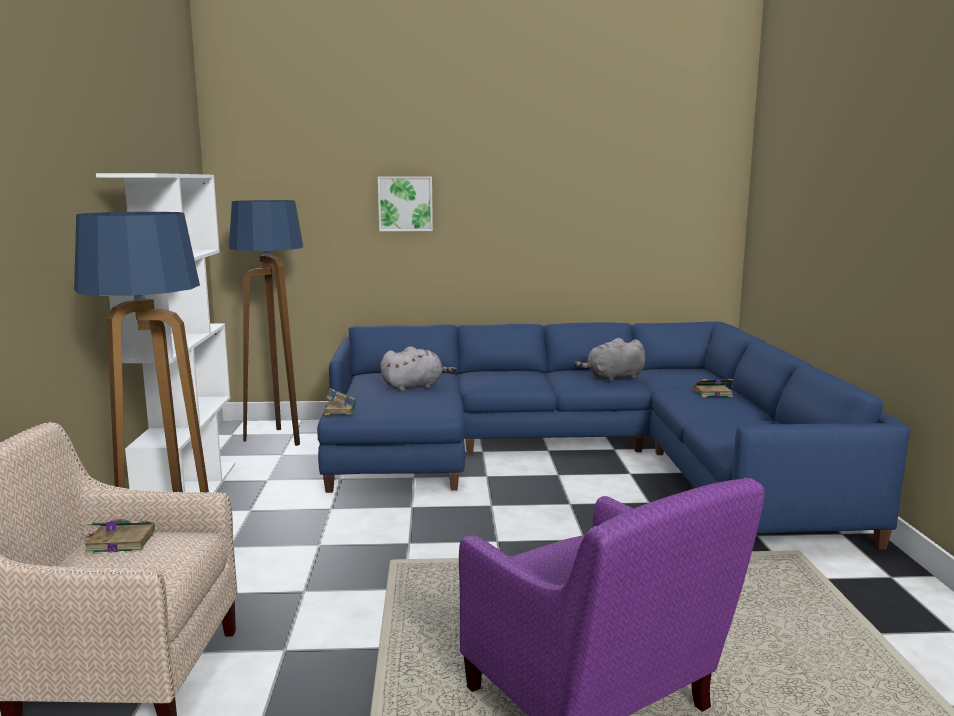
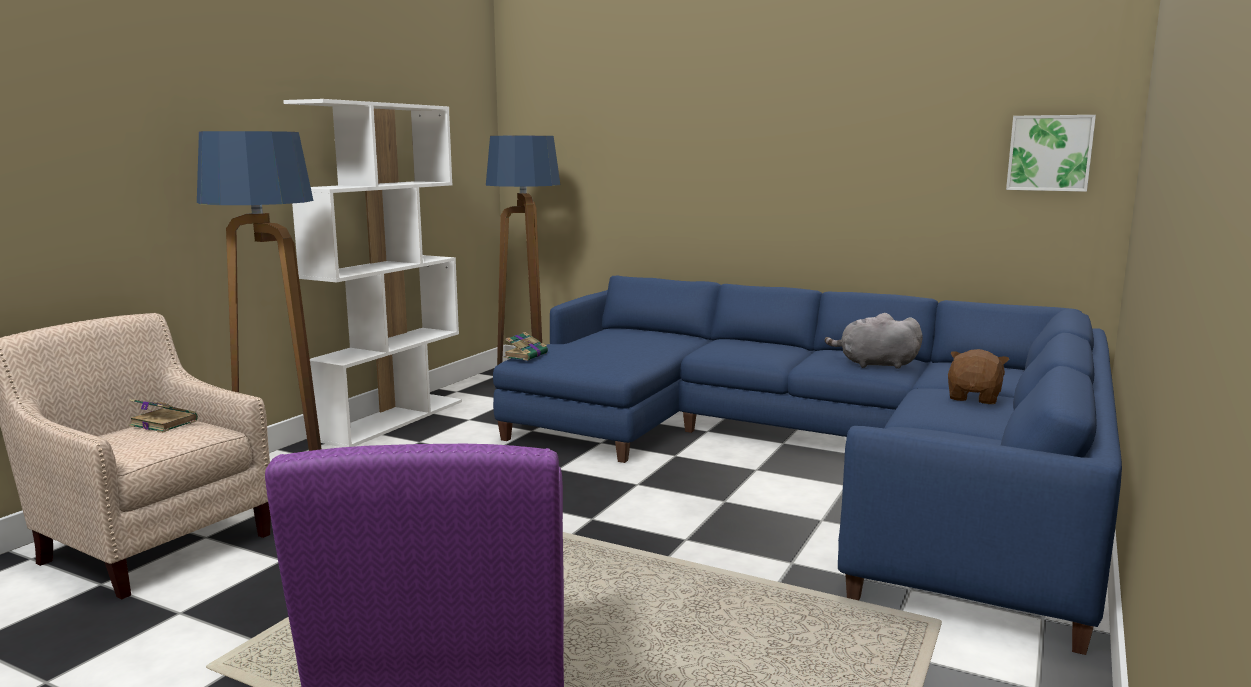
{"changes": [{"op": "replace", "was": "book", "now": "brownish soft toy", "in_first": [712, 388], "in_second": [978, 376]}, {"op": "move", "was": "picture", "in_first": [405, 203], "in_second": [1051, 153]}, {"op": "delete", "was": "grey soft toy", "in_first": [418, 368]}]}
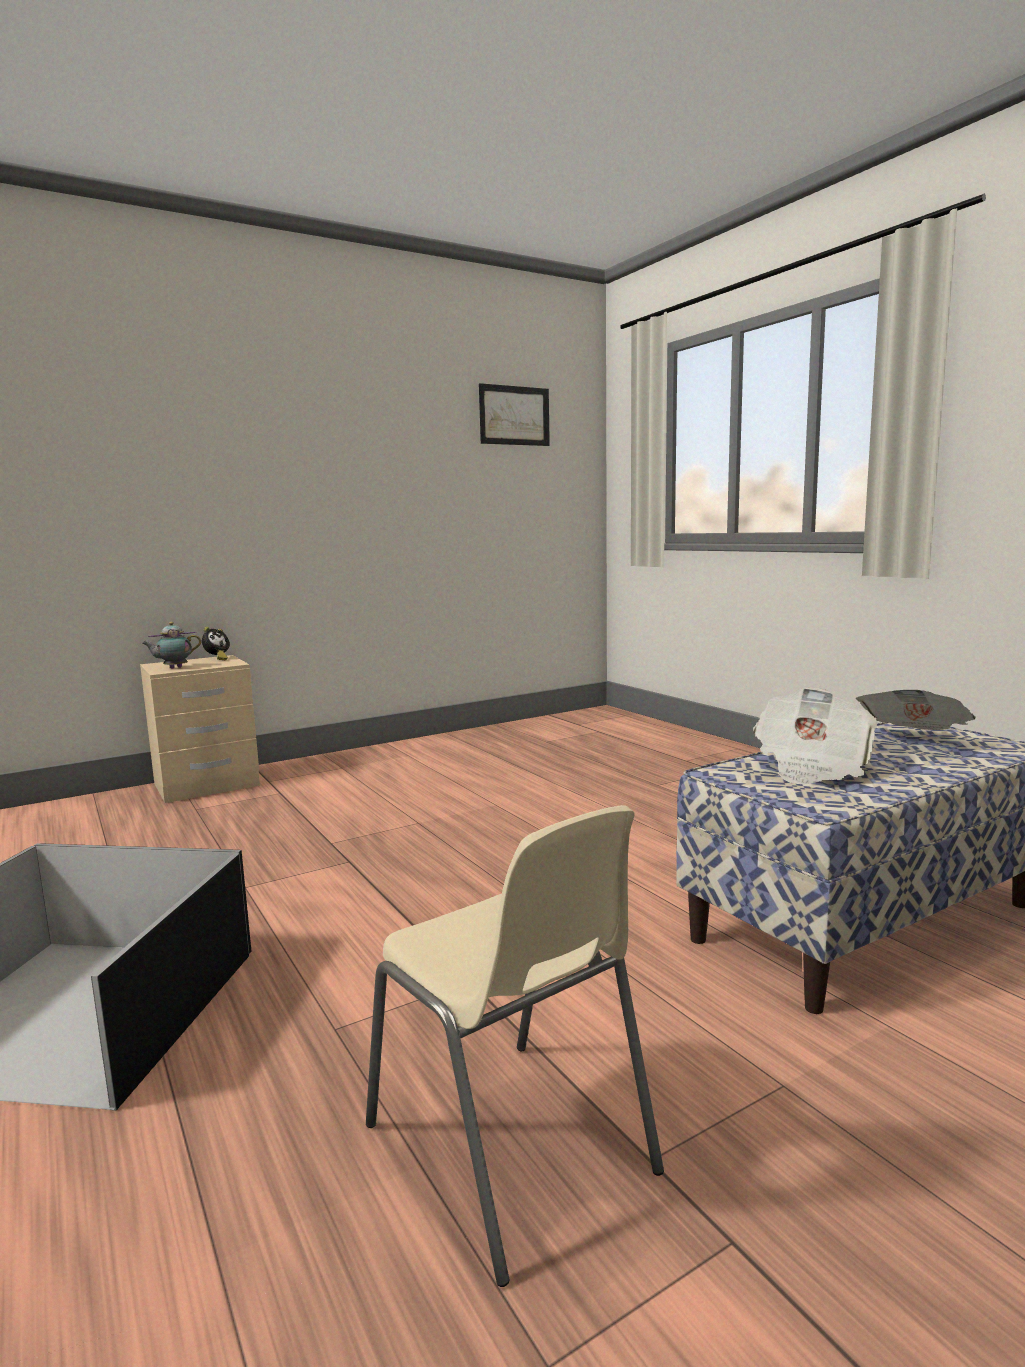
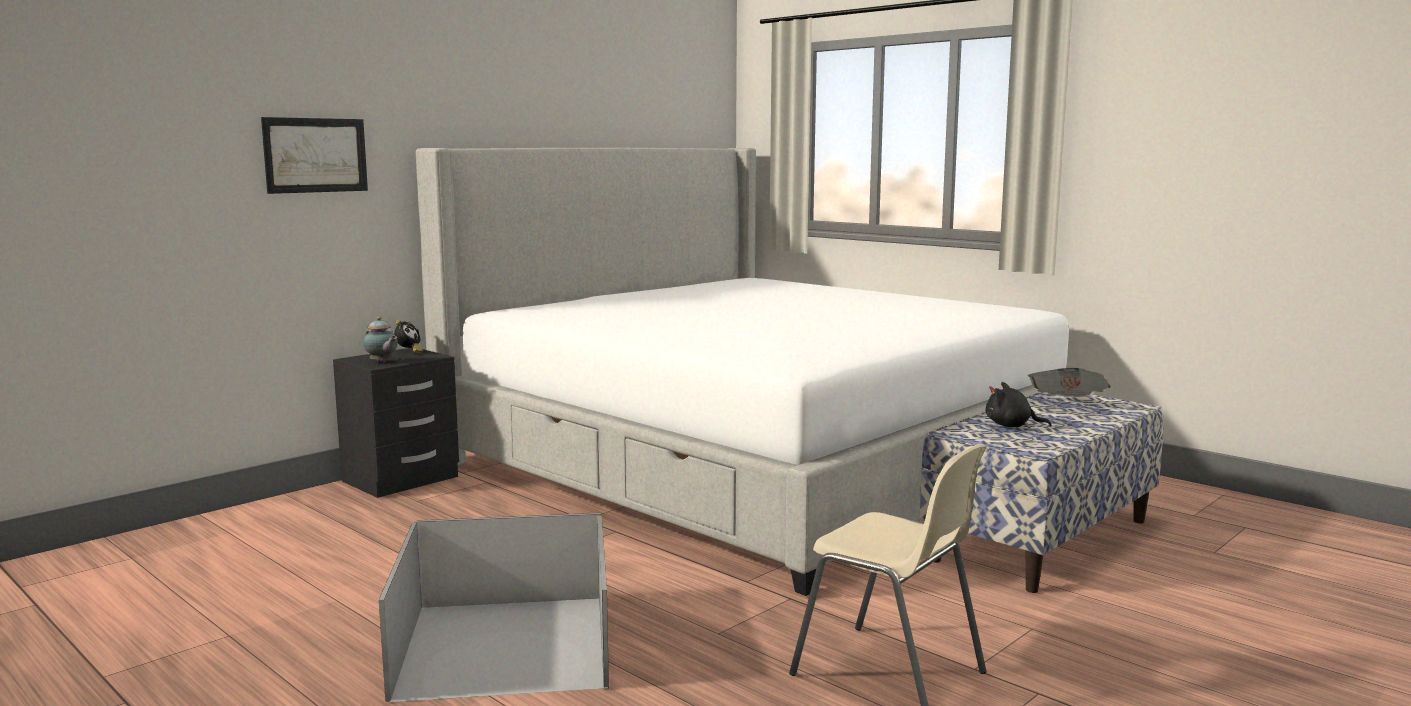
{"changes": [{"op": "move", "was": "picture", "in_first": [514, 414], "in_second": [314, 155]}, {"op": "recolor", "was": "beige-coloured bedside table", "now": "black bedside table", "in_first": [200, 729], "in_second": [396, 422]}, {"op": "rotate", "was": "teapot", "in_first": [171, 645], "in_second": [380, 340], "clockwise": -90}, {"op": "insert", "now": "sleeping bed", "in_second": [742, 372]}, {"op": "replace", "was": "daily paper", "now": "black soft toy", "in_first": [815, 735], "in_second": [1019, 405]}]}
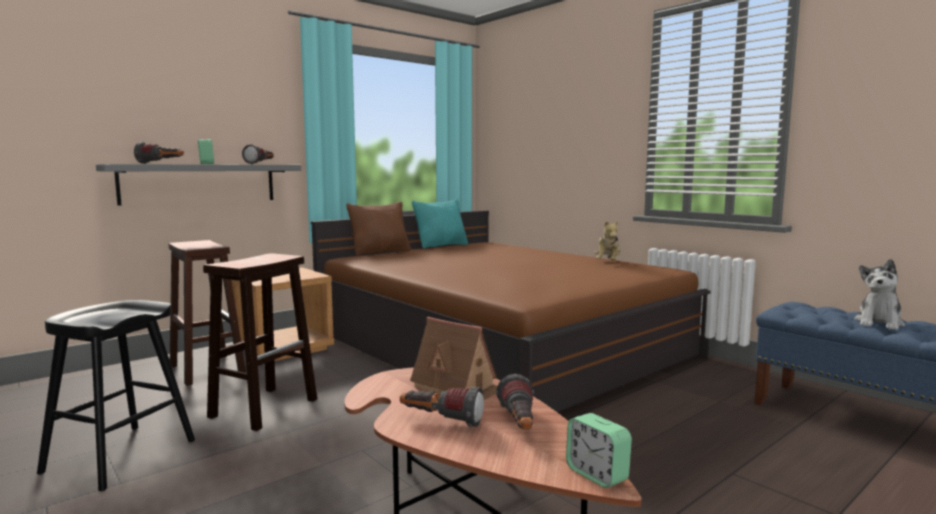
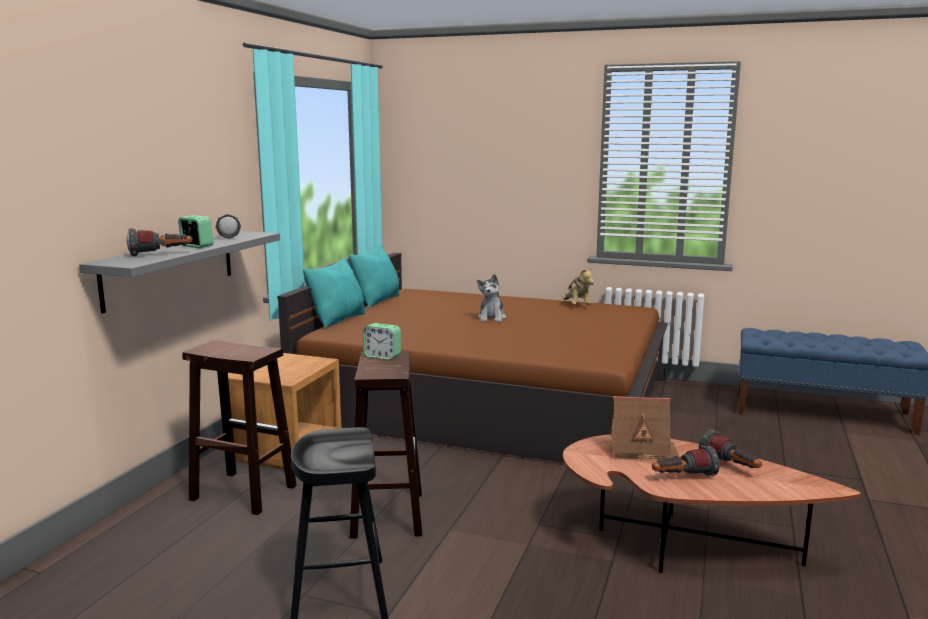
{"changes": [{"op": "recolor", "was": "brownish cushion", "now": "blue-green cushion", "in_first": [378, 228], "in_second": [334, 293]}, {"op": "move", "was": "alarm clock", "in_first": [599, 450], "in_second": [382, 341]}, {"op": "move", "was": "soft toy", "in_first": [879, 294], "in_second": [491, 298]}]}
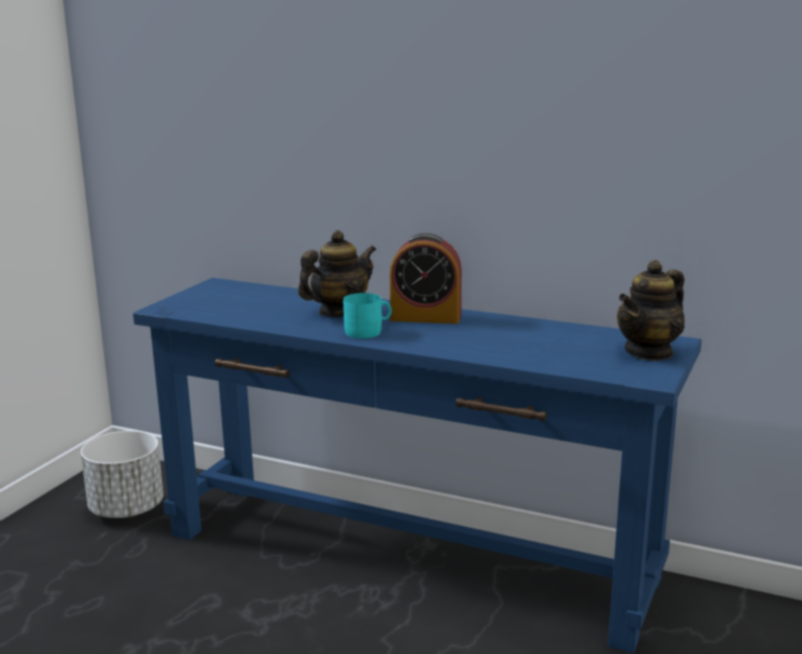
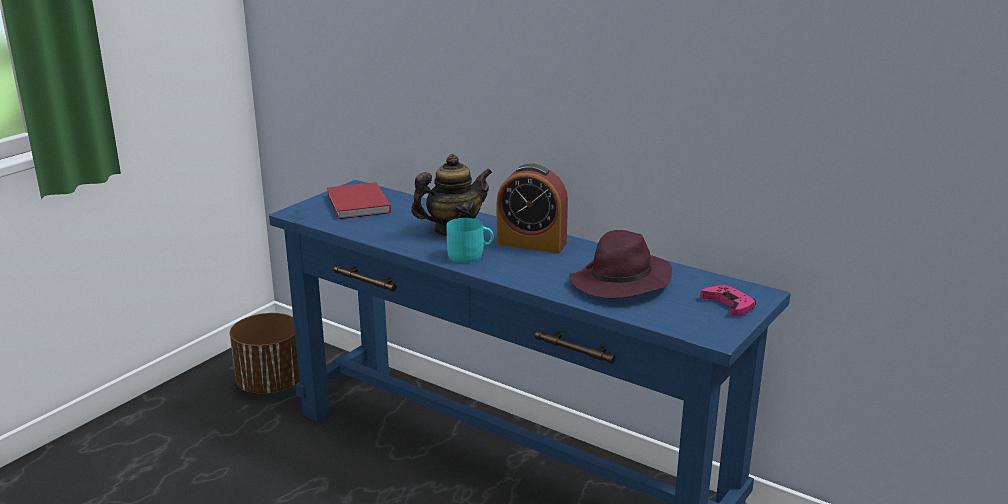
{"changes": [{"op": "recolor", "was": "whitish flower pot", "now": "brownish flower pot", "in_first": [122, 474], "in_second": [265, 353]}, {"op": "insert", "now": "reddish book", "in_second": [359, 200]}, {"op": "insert", "now": "purple hat", "in_second": [620, 264]}, {"op": "replace", "was": "teapot", "now": "pink-coloured gamepad", "in_first": [651, 310], "in_second": [728, 300]}]}
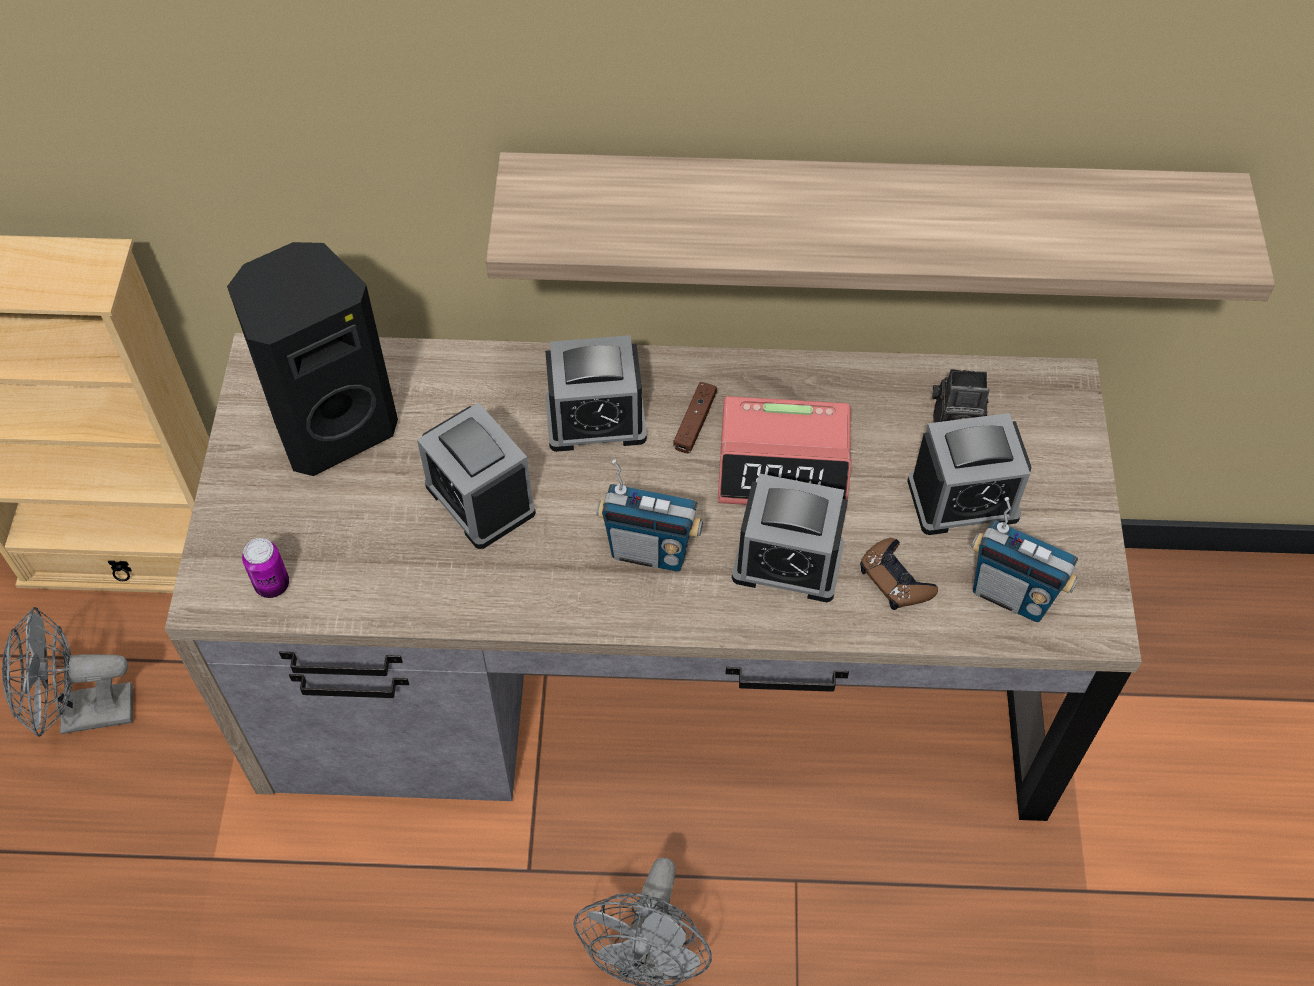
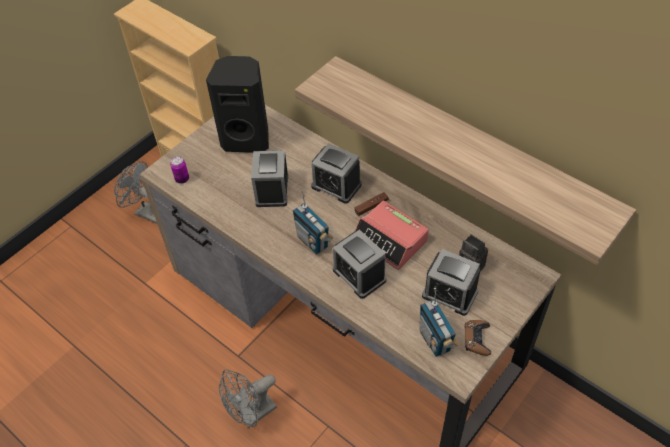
{"changes": [{"op": "move", "was": "brownish gamepad", "in_first": [899, 574], "in_second": [478, 338]}]}
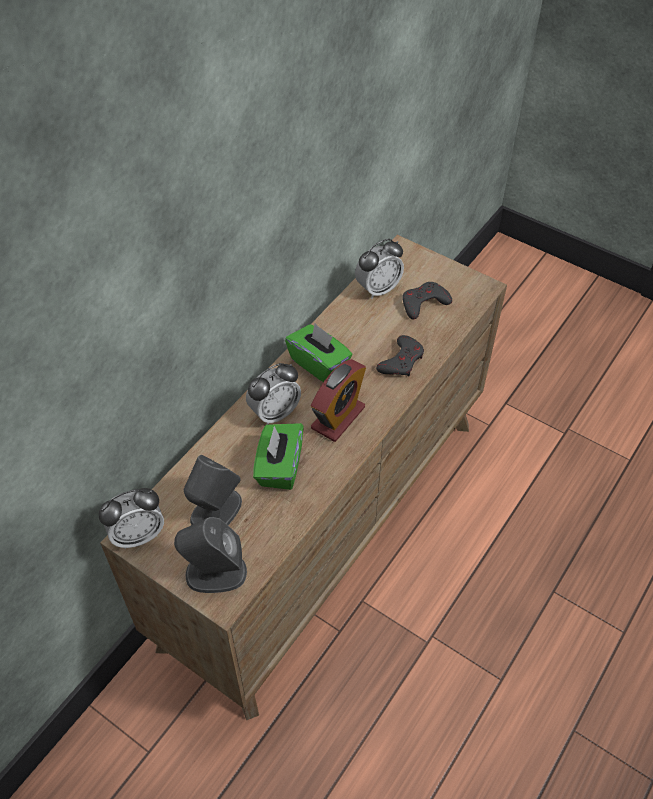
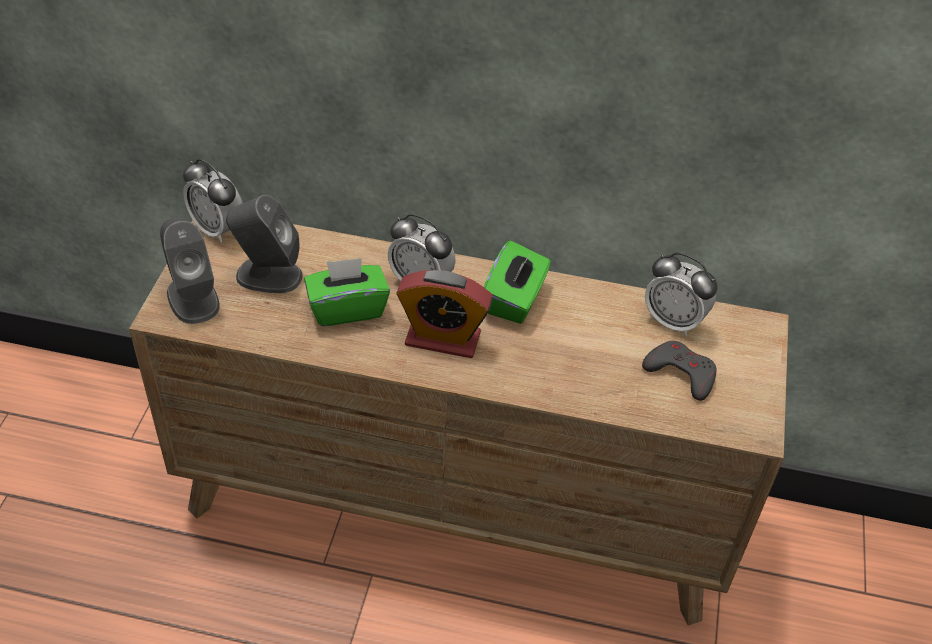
{"changes": [{"op": "delete", "was": "grey gamepad", "in_first": [400, 355]}]}
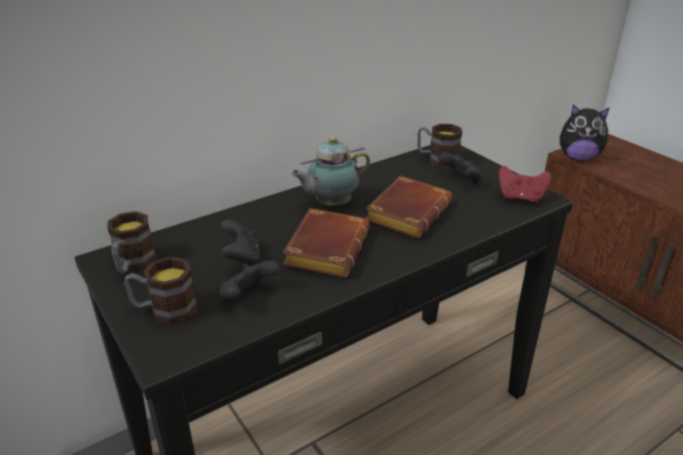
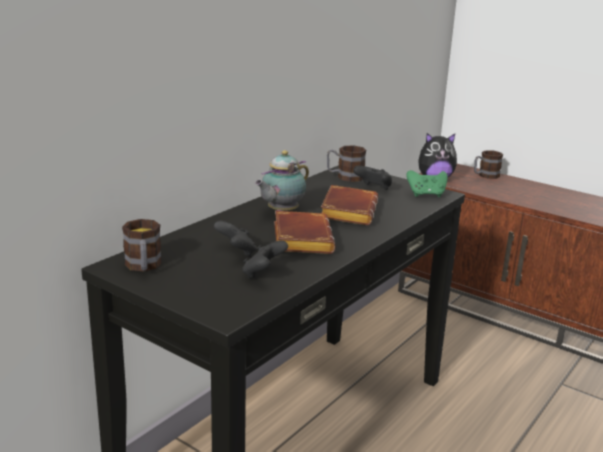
{"changes": [{"op": "recolor", "was": "reddish gamepad", "now": "greenish gamepad", "in_first": [525, 185], "in_second": [427, 183]}, {"op": "move", "was": "tea mug", "in_first": [161, 291], "in_second": [488, 164]}]}
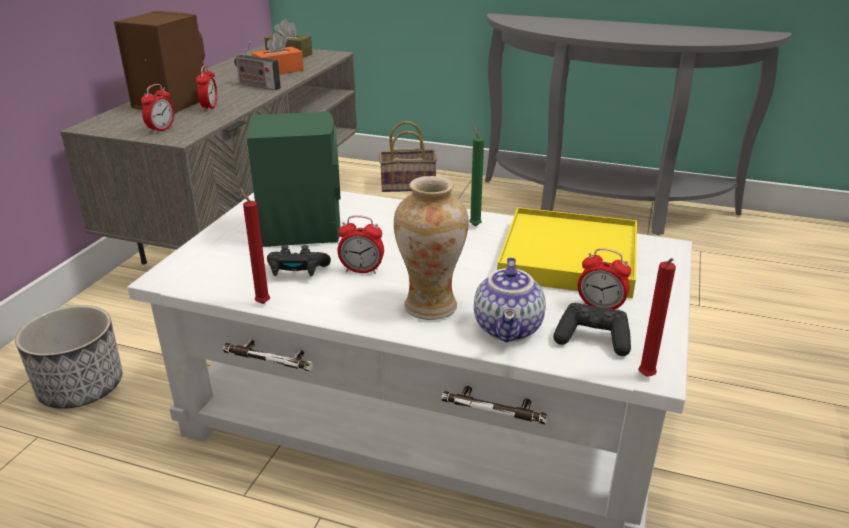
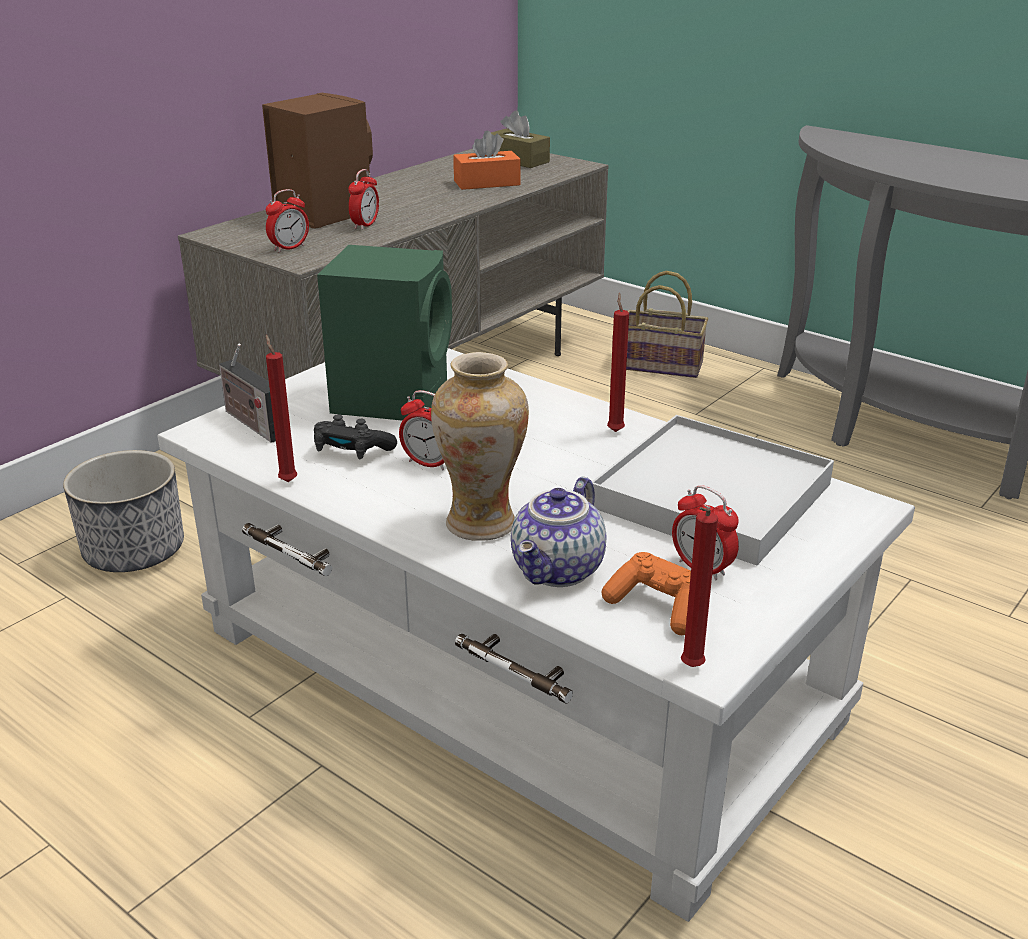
{"changes": [{"op": "move", "was": "radio", "in_first": [257, 66], "in_second": [247, 393]}, {"op": "recolor", "was": "yellow-coloured serving tray", "now": "whitish serving tray", "in_first": [567, 252], "in_second": [713, 490]}, {"op": "recolor", "was": "black gamepad", "now": "orange gamepad", "in_first": [592, 329], "in_second": [646, 593]}, {"op": "recolor", "was": "greenish candle", "now": "reddish candle", "in_first": [476, 175], "in_second": [618, 362]}]}
